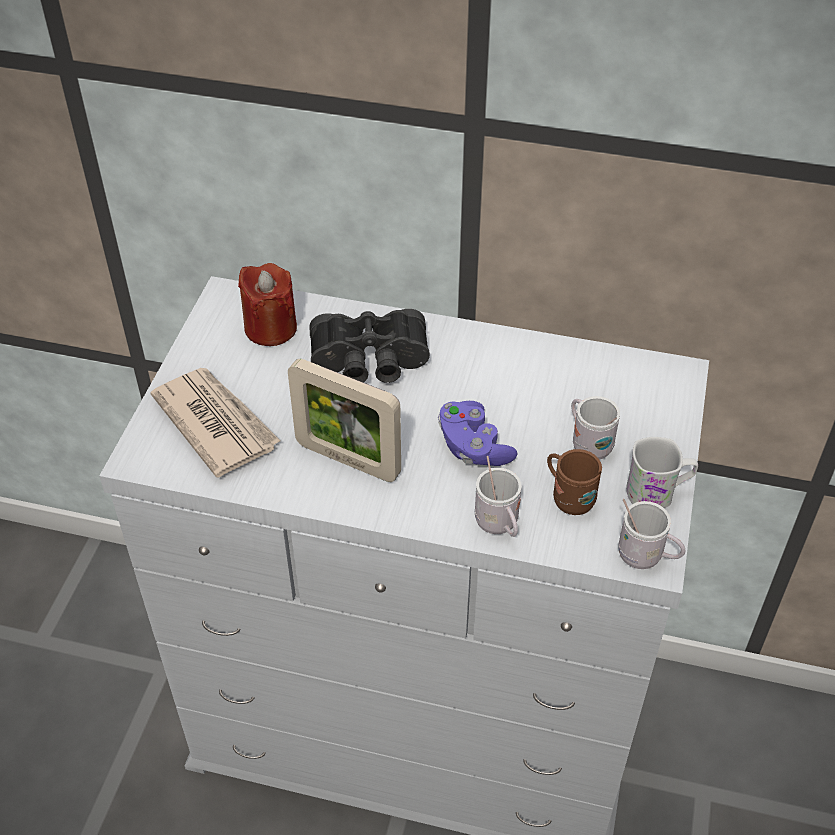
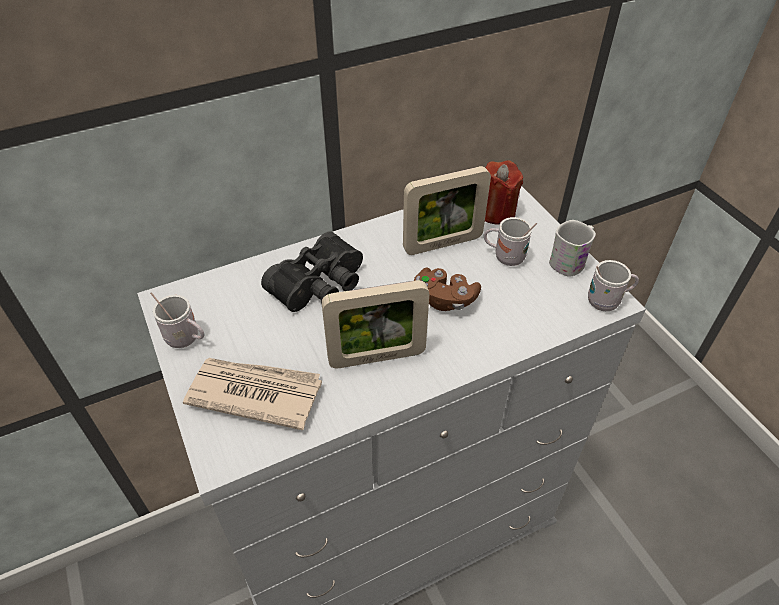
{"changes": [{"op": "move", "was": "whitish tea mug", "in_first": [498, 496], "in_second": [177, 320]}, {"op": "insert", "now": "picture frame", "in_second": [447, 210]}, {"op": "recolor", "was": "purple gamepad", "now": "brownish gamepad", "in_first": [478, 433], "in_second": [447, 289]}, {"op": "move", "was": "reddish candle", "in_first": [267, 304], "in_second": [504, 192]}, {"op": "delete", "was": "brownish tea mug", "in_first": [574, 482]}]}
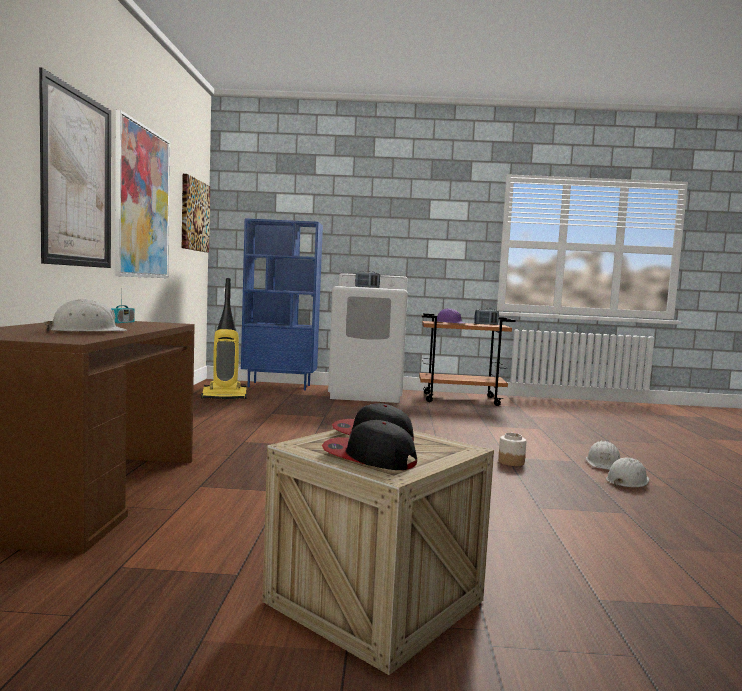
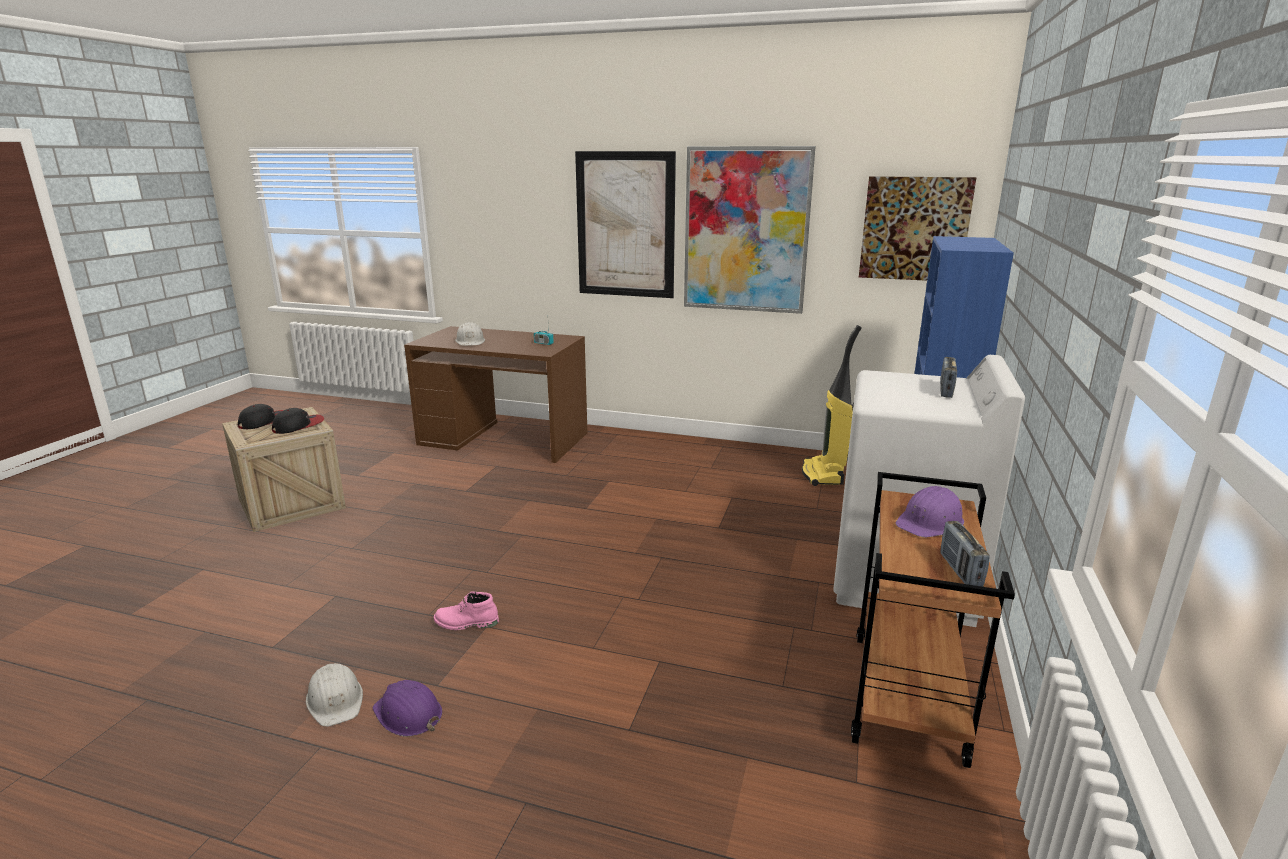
{"changes": [{"op": "recolor", "was": "whitish hard hat", "now": "purple hard hat", "in_first": [603, 455], "in_second": [407, 708]}, {"op": "replace", "was": "jar", "now": "pink-coloured high-top boot", "in_first": [512, 449], "in_second": [466, 610]}]}
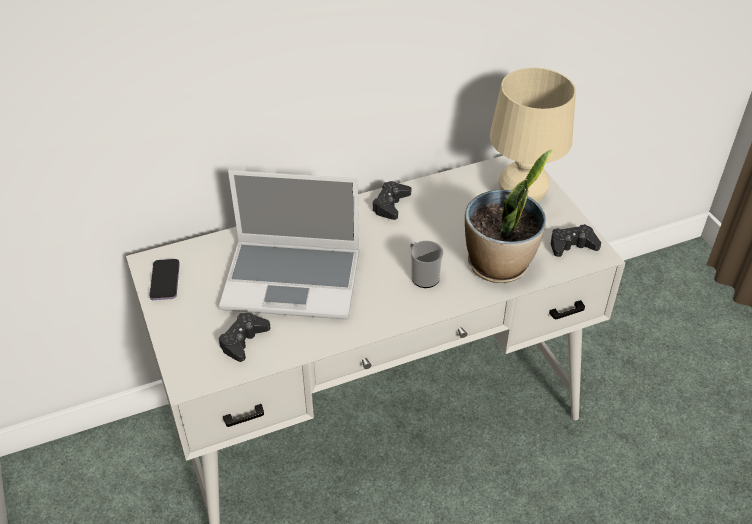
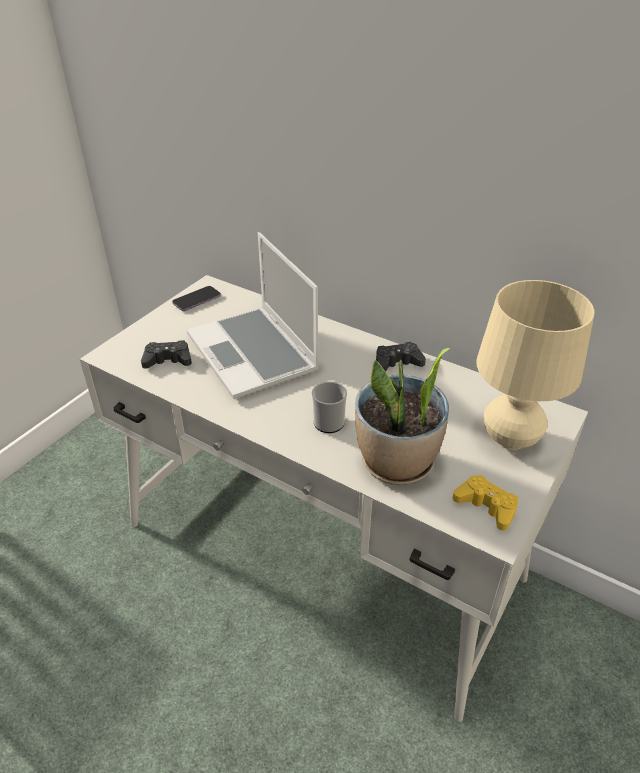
{"changes": [{"op": "recolor", "was": "black gamepad", "now": "yellow-coloured gamepad", "in_first": [576, 240], "in_second": [485, 503]}]}
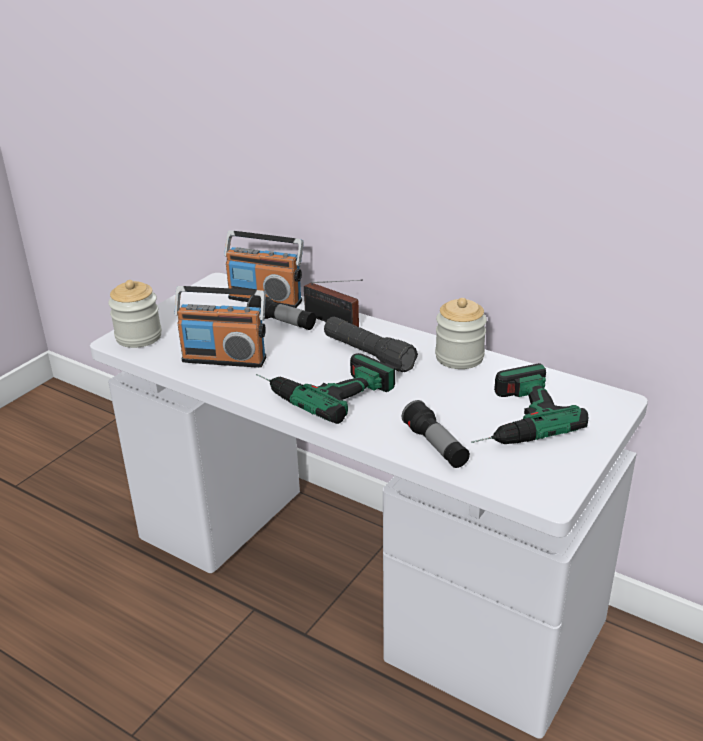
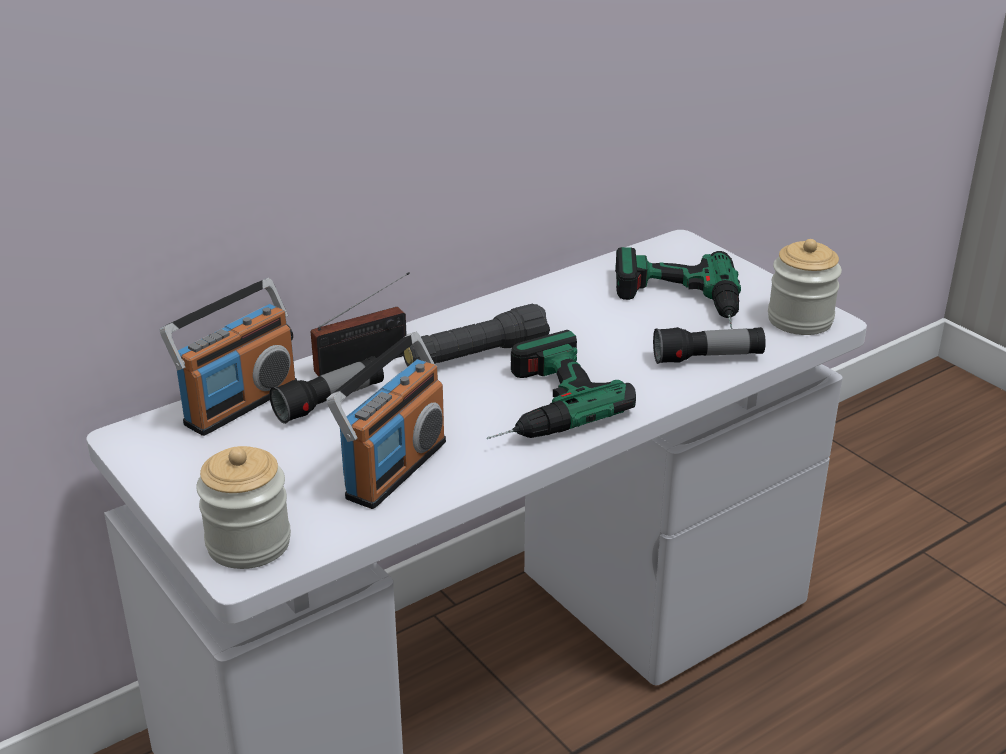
{"changes": [{"op": "move", "was": "jar", "in_first": [461, 333], "in_second": [805, 287]}]}
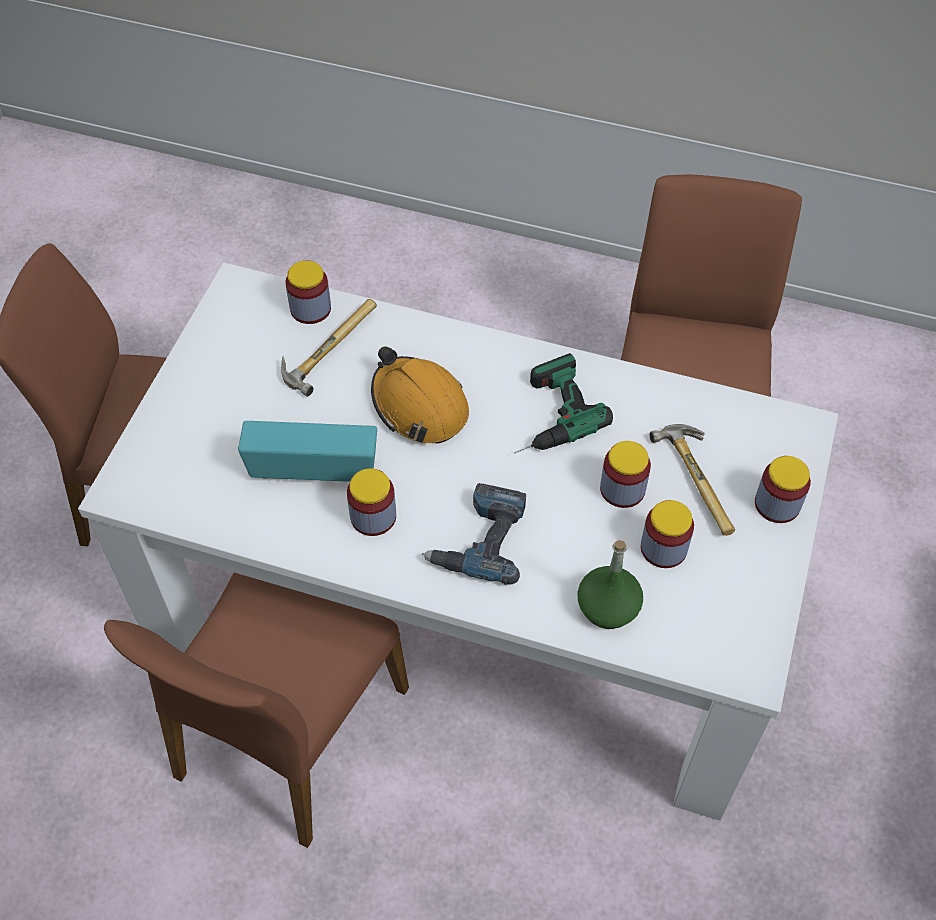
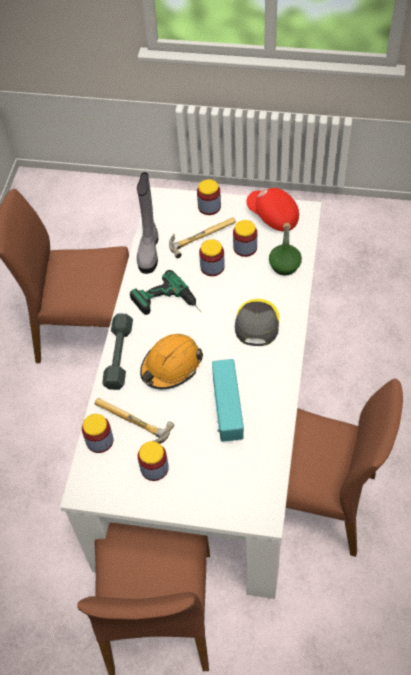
{"changes": [{"op": "insert", "now": "grey free weight", "in_second": [117, 352]}, {"op": "insert", "now": "grey high-top boot", "in_second": [147, 223]}, {"op": "move", "was": "jar", "in_first": [371, 502], "in_second": [153, 461]}, {"op": "replace", "was": "electric drill", "now": "grey peaked cap", "in_first": [474, 534], "in_second": [257, 322]}, {"op": "insert", "now": "reddish peaked cap", "in_second": [272, 210]}]}
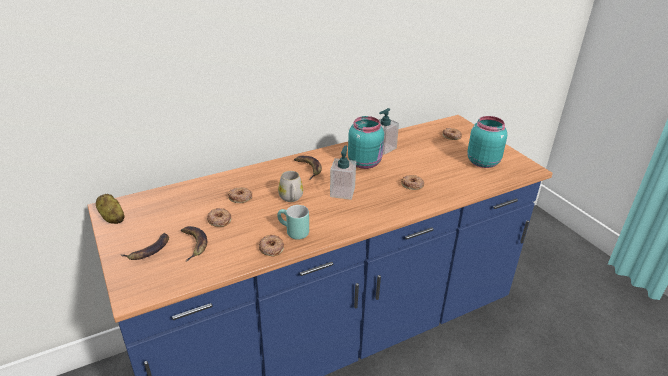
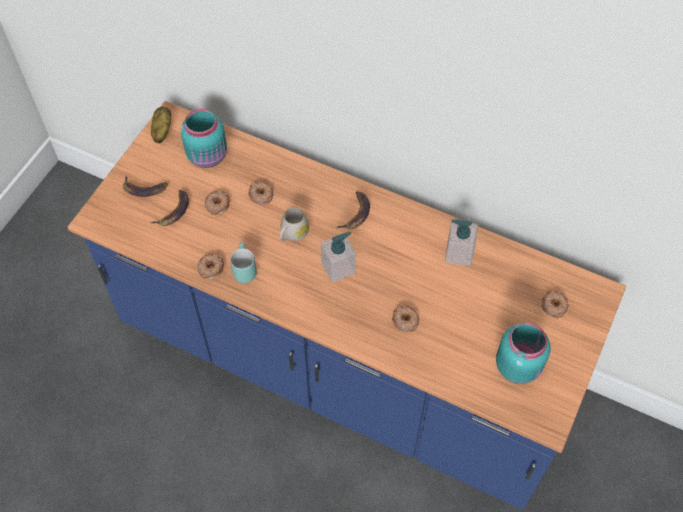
{"changes": [{"op": "move", "was": "blue-green jar", "in_first": [366, 142], "in_second": [204, 138]}]}
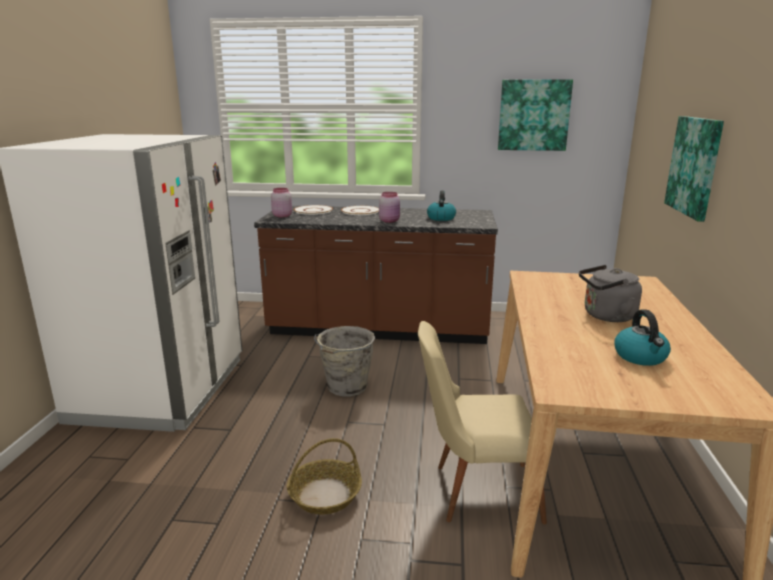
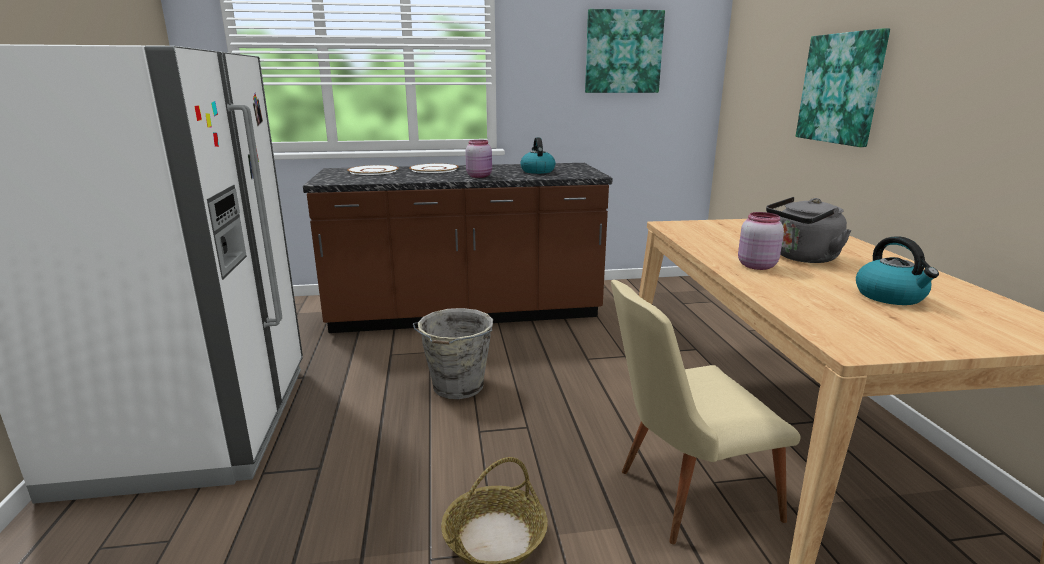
{"changes": [{"op": "move", "was": "pink-coloured jar", "in_first": [281, 202], "in_second": [761, 241]}]}
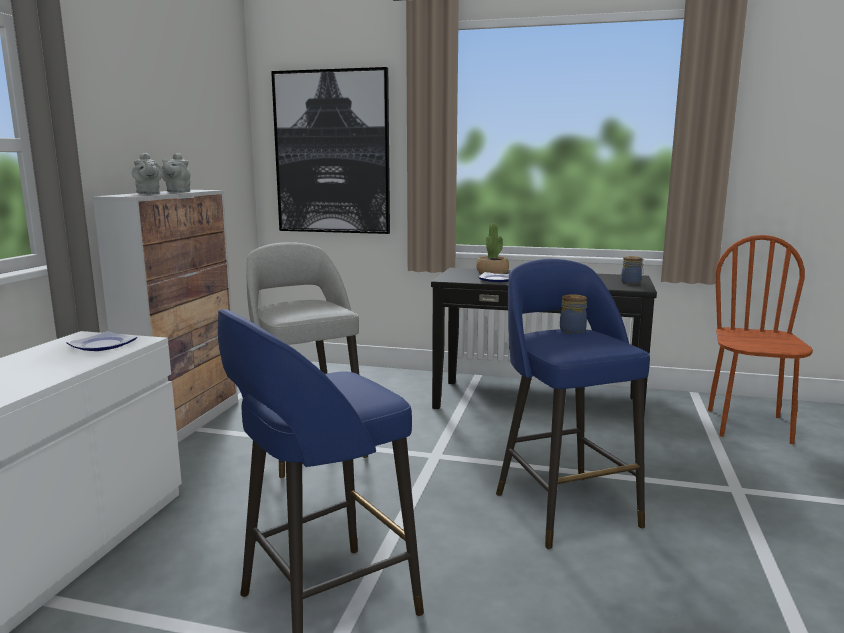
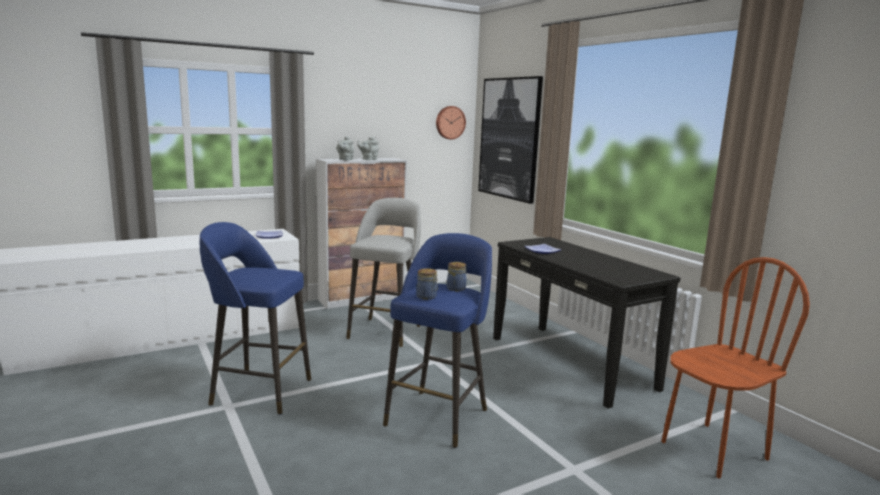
{"changes": [{"op": "move", "was": "jar", "in_first": [632, 270], "in_second": [427, 284]}, {"op": "insert", "now": "wall clock", "in_second": [451, 123]}, {"op": "delete", "was": "potted plant", "in_first": [492, 248]}]}
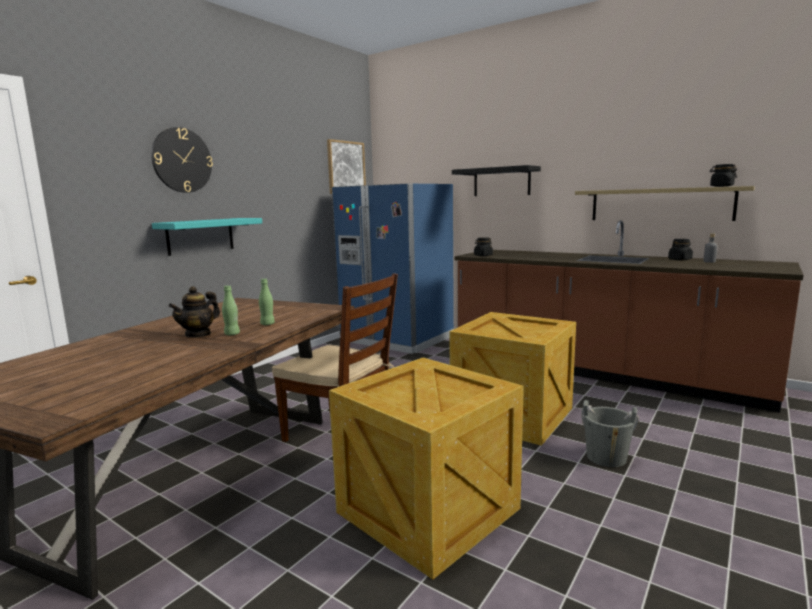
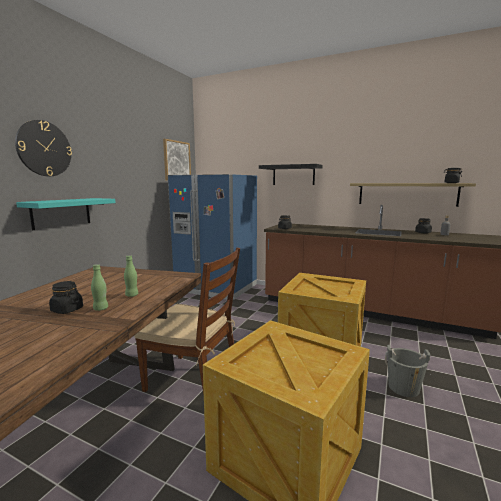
{"changes": [{"op": "replace", "was": "teapot", "now": "black jar", "in_first": [194, 312], "in_second": [66, 297]}]}
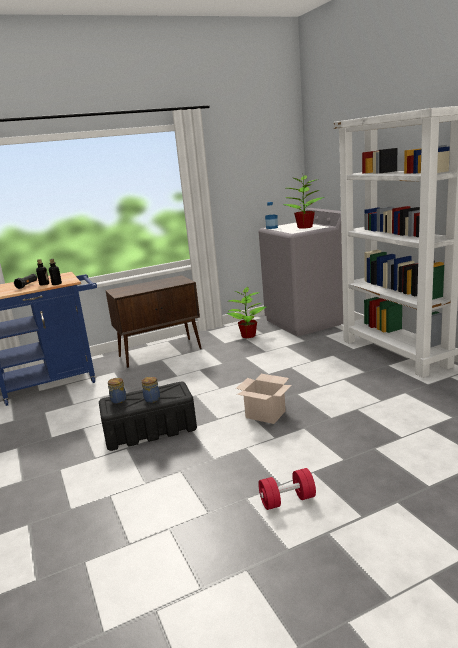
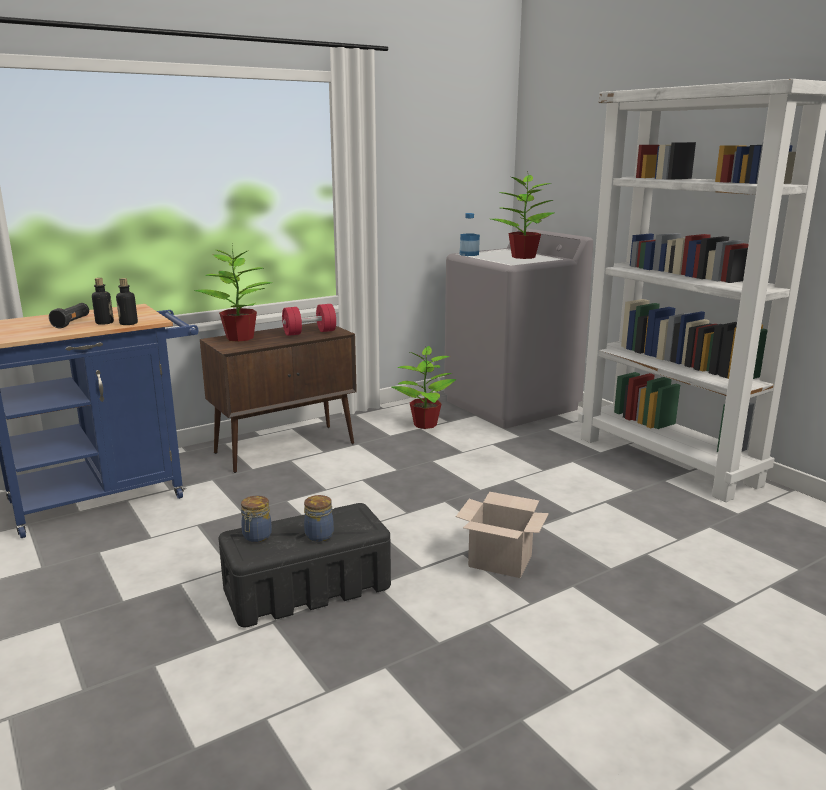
{"changes": [{"op": "insert", "now": "potted plant", "in_second": [233, 293]}, {"op": "move", "was": "reddish free weight", "in_first": [287, 489], "in_second": [309, 320]}]}
